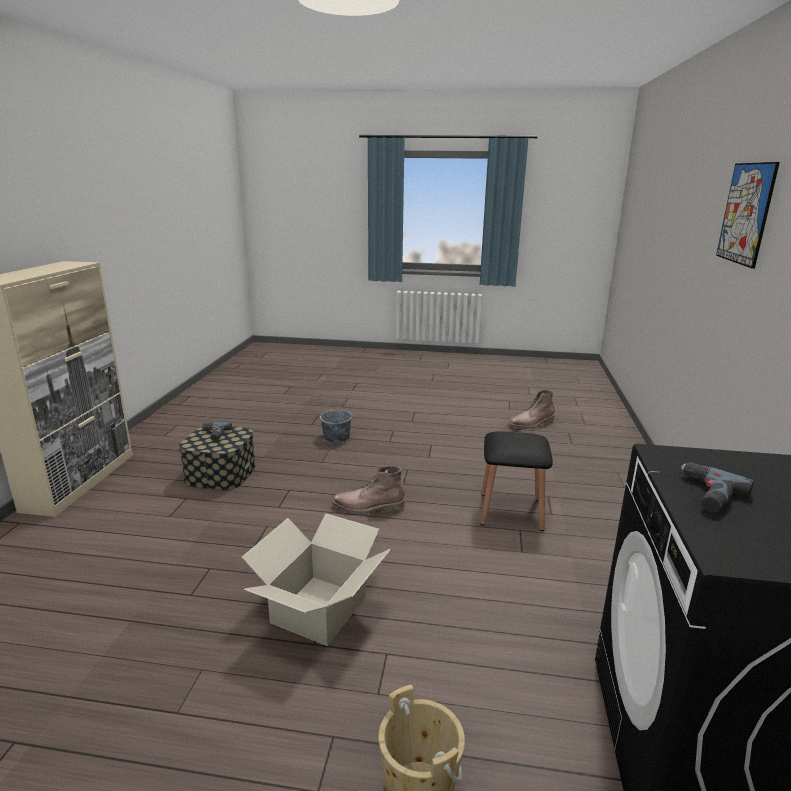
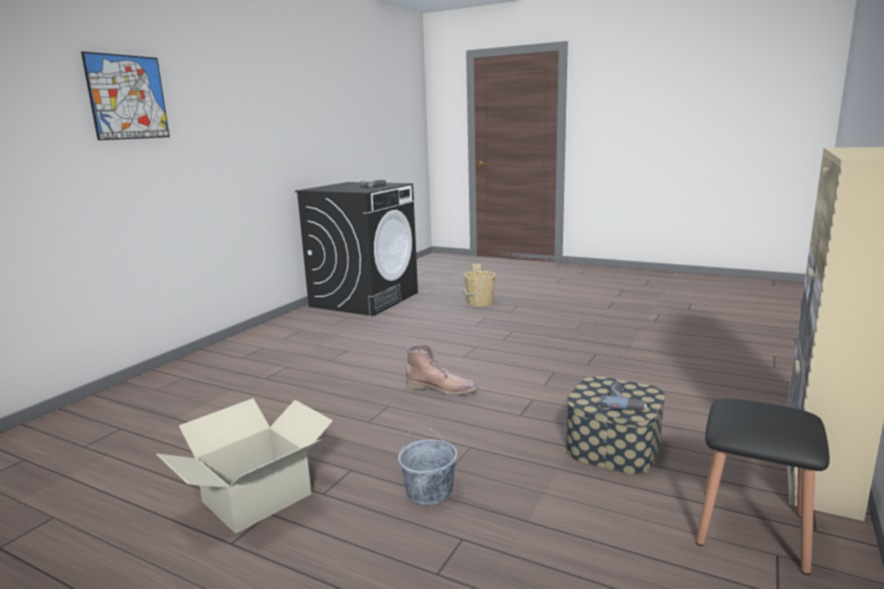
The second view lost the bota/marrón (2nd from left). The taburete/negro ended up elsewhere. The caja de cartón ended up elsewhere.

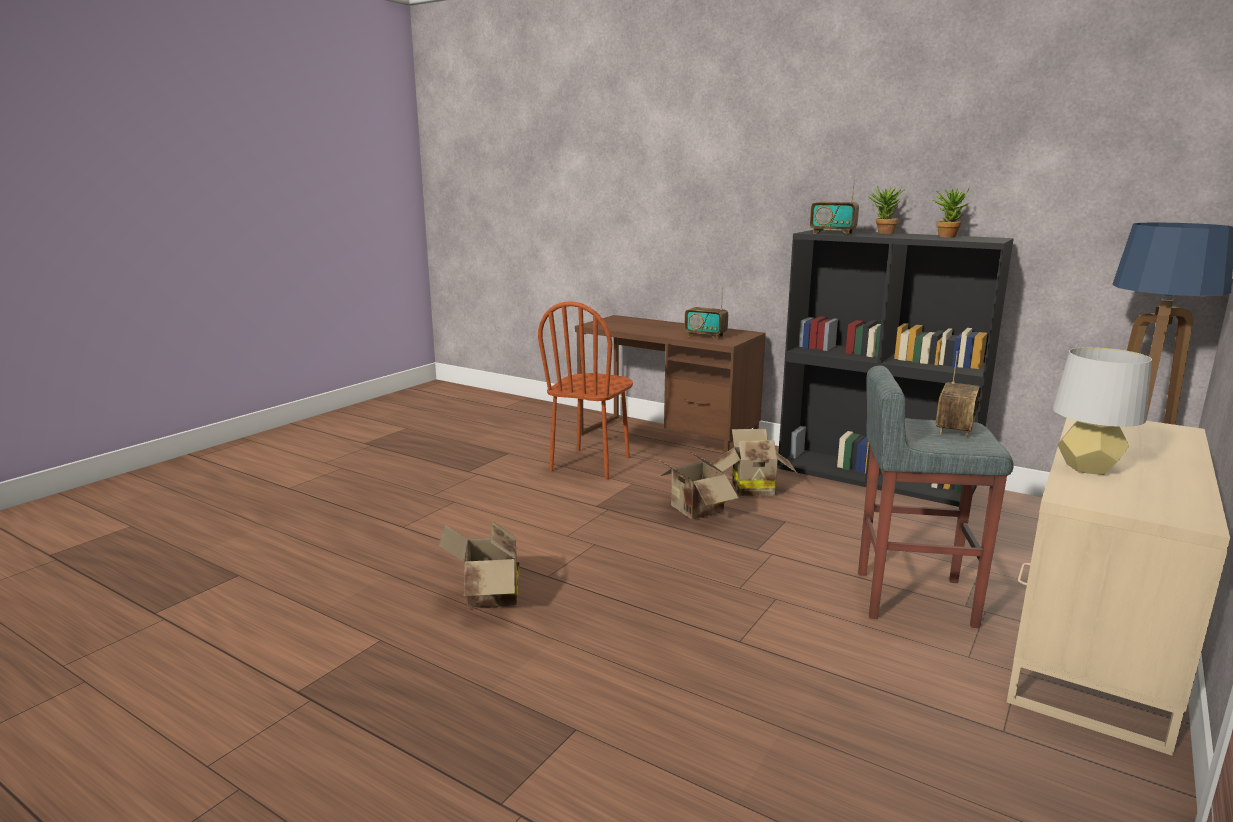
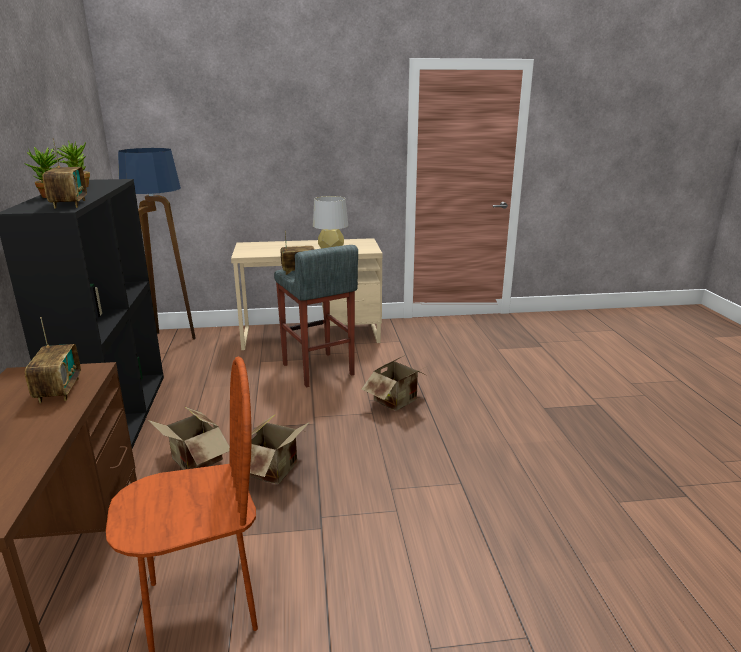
The caja de cartón (1st from left in the first image) ended up elsewhere.

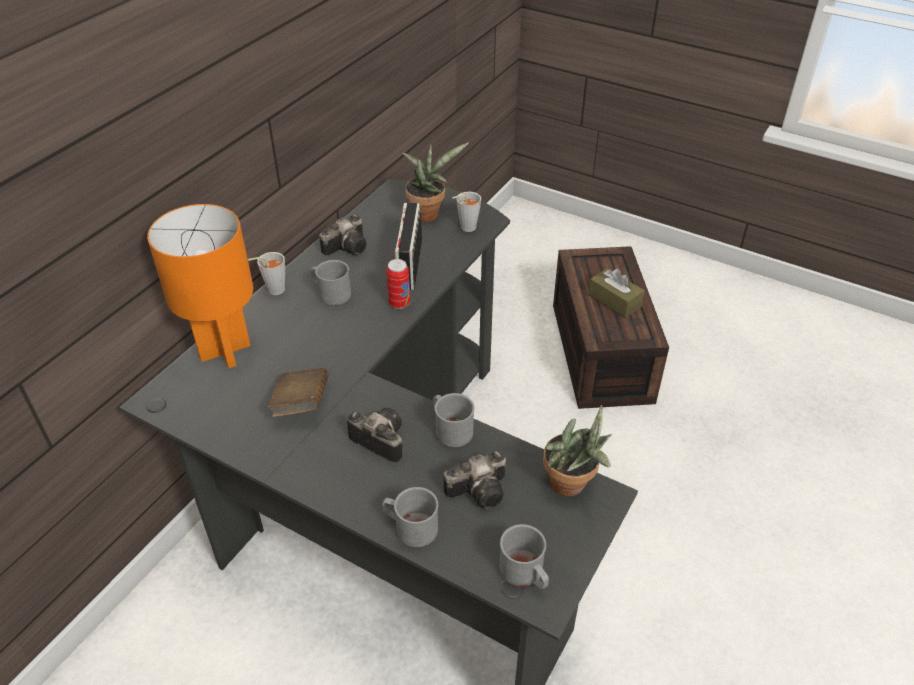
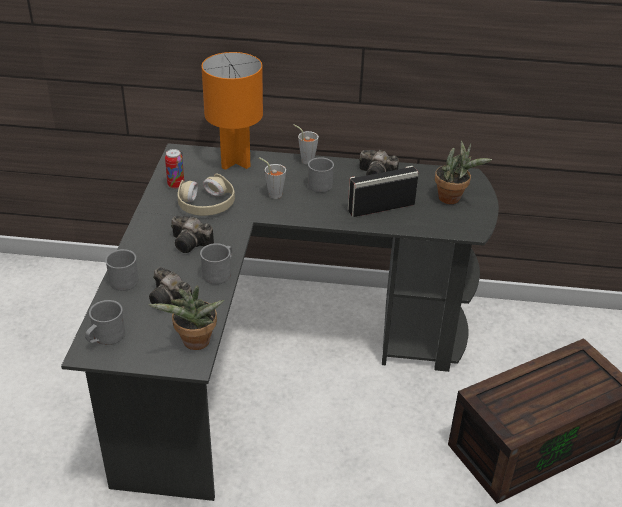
The taza/gris (2nd from left in the first image) ended up elsewhere. The lata ended up elsewhere. The second view lost the caja de pañuelos/marrón. Where the libro/marrón stood, the auriculares/beis came to stand. The cámara (2nd from left) ended up facing another way, 105 degrees clockwise from before.

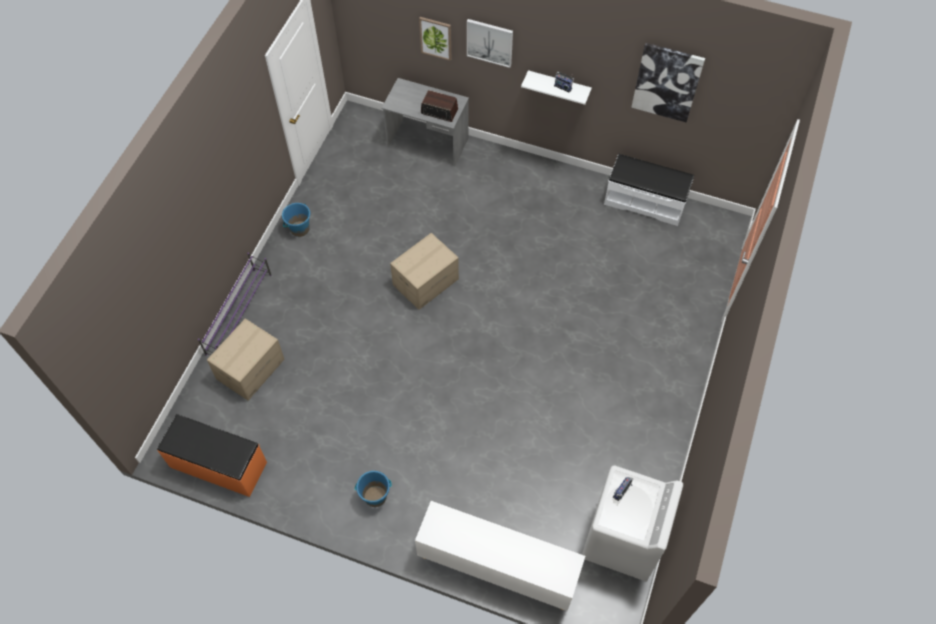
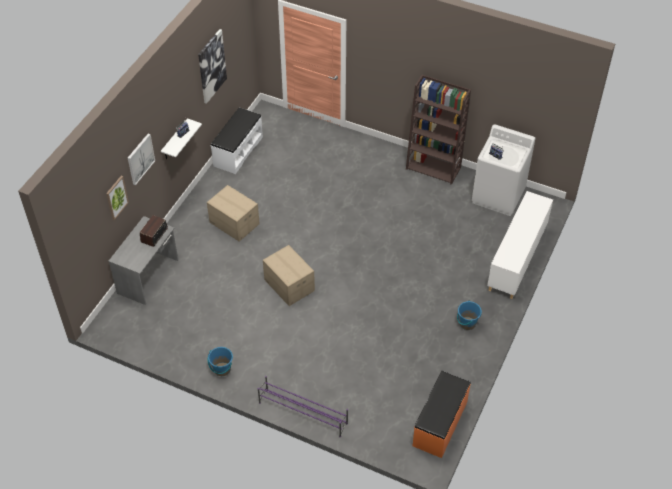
The caja de cartón (1st from left) ended up elsewhere. The second view gained the estantería/marrón.

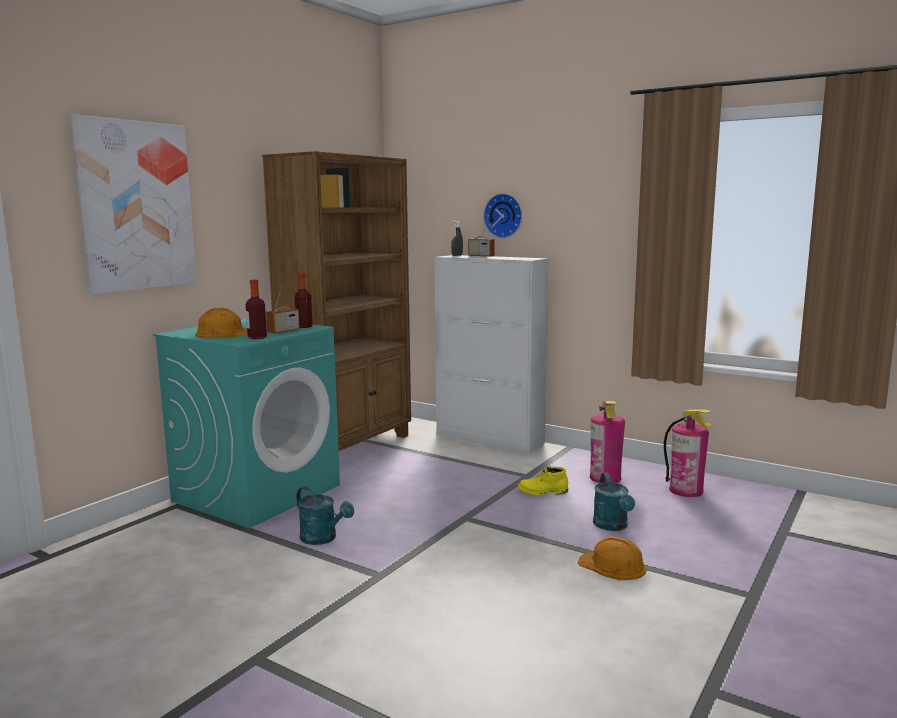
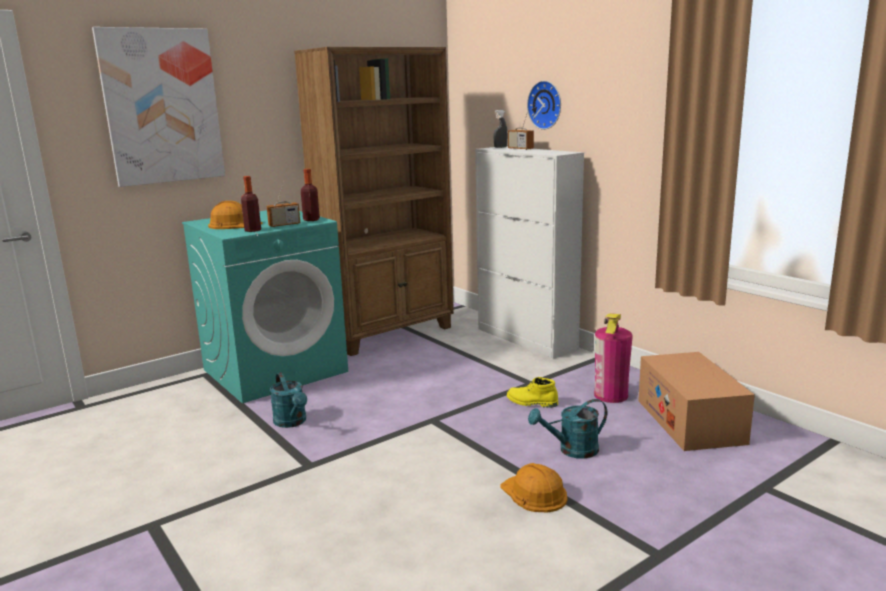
Where the extintor (2nd from left) stood, the caja de cartón came to stand. The regadera/turquesa (2nd from left) ended up facing another way, 60 degrees clockwise from before.

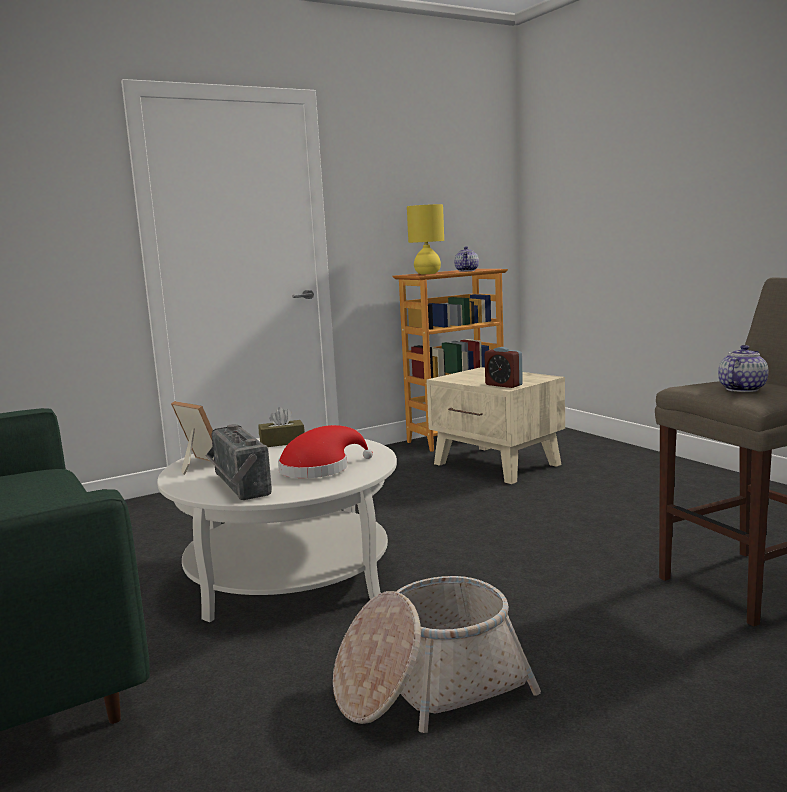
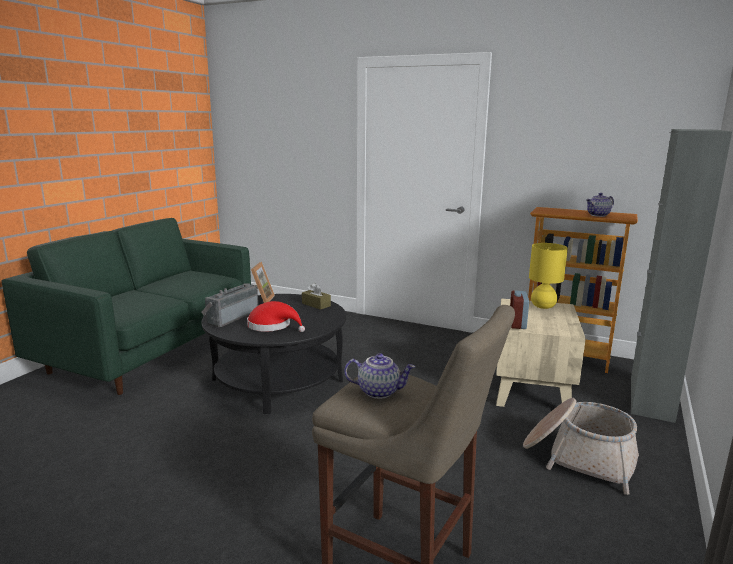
The lámpara de mesa/amarillo ended up elsewhere. What was the mesa de centro/blanco turned into the mesa de centro/negro. The cesta ended up elsewhere. The second view gained the armario/gris.

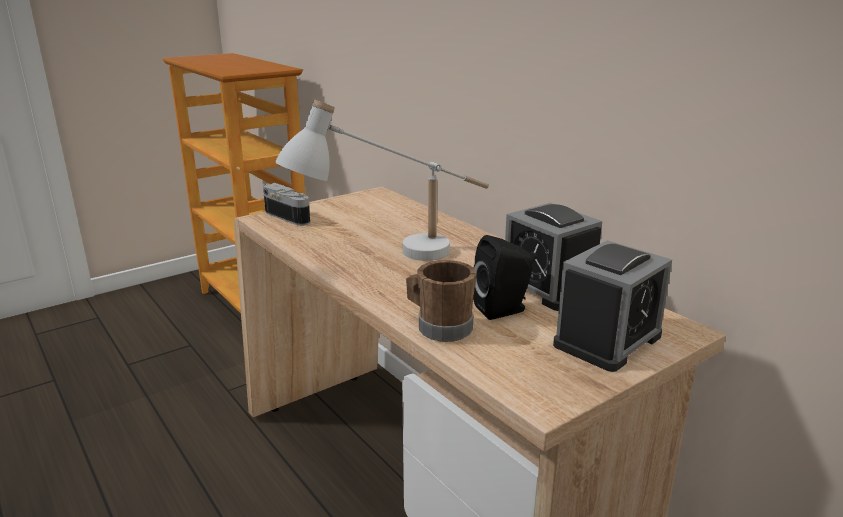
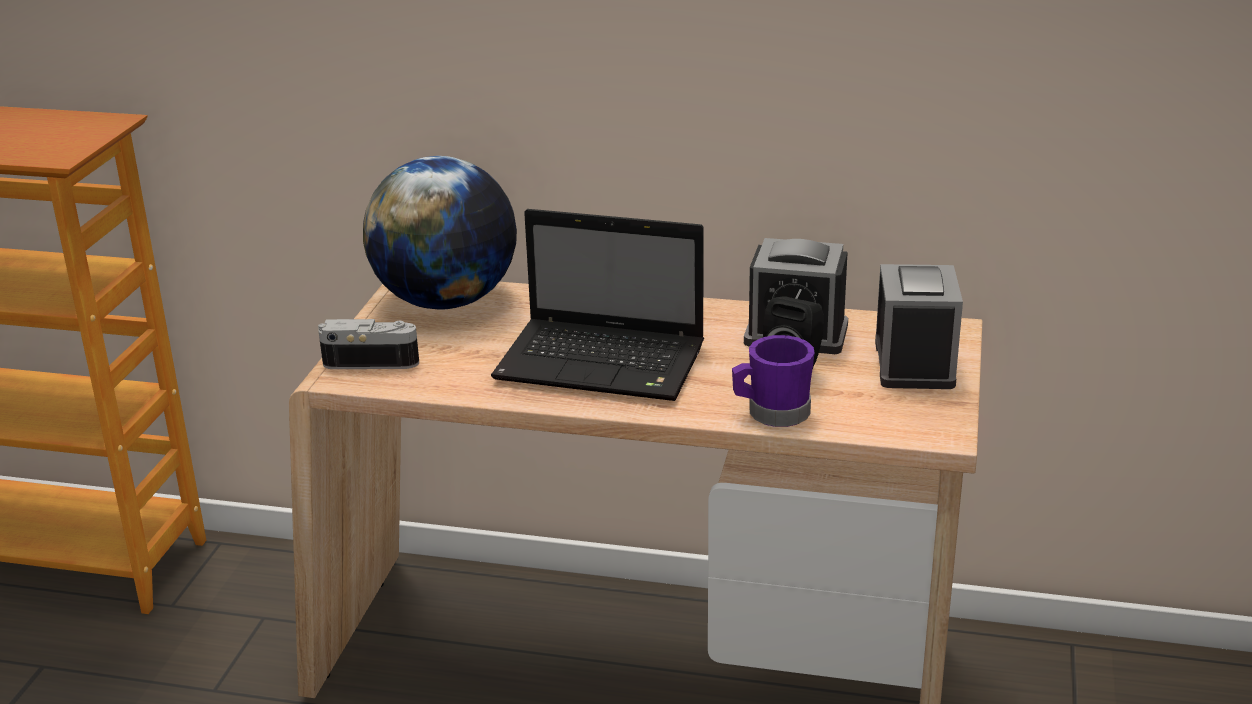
Where the lámpara de mesa/blanco stood, the portátil came to stand. What was the taza grande/marrón turned into the taza grande/morado. The second view gained the globo terráqueo.

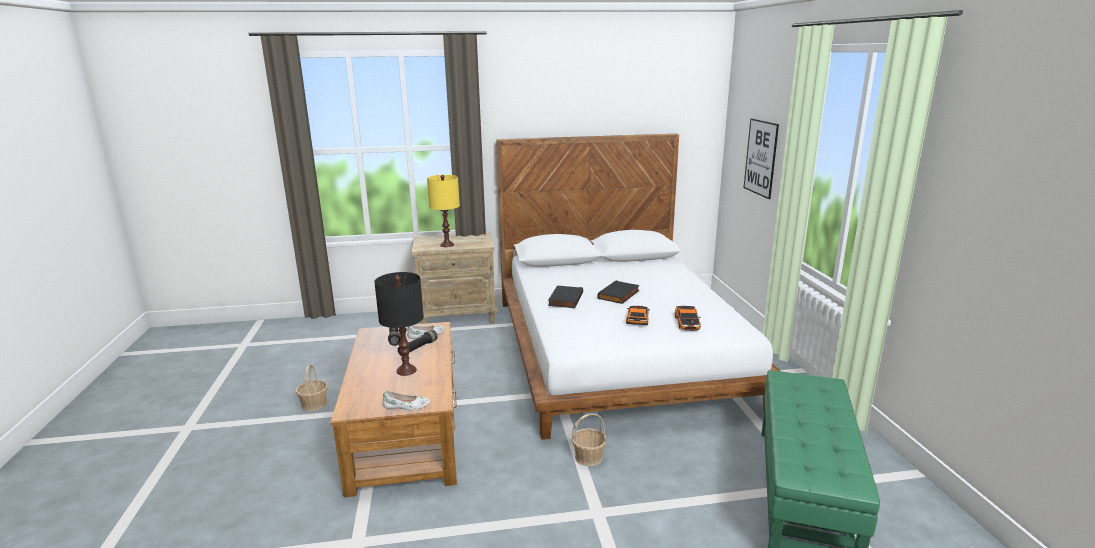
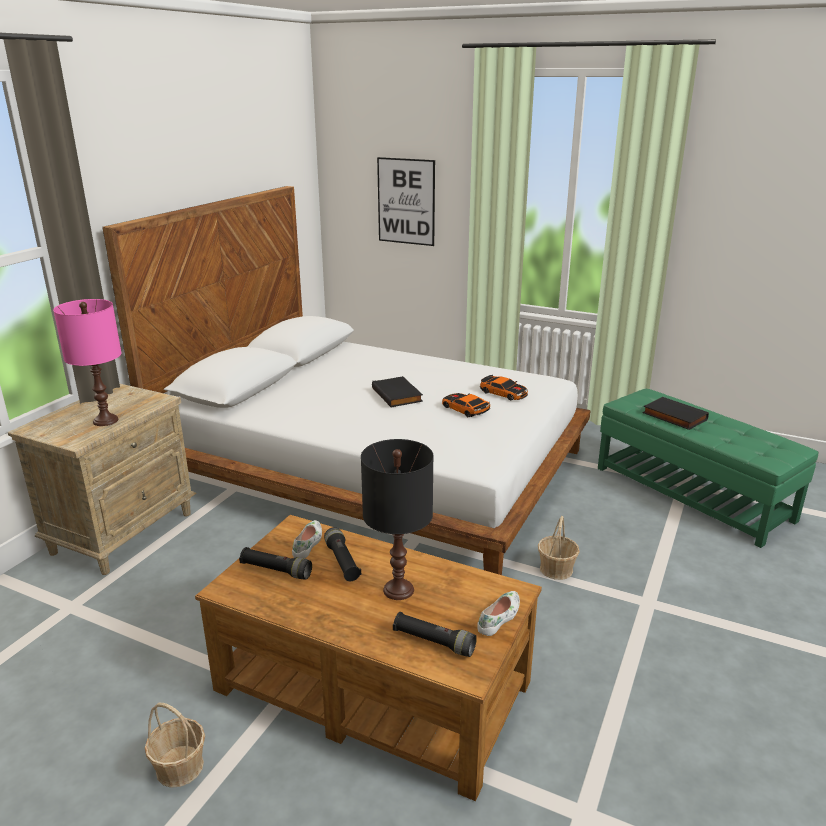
What was the lámpara de mesa/amarillo turned into the lámpara de mesa/rosa. The libro/negro (1st from left in the first image) ended up elsewhere. The second view gained the linterna/negro (3rd from left).

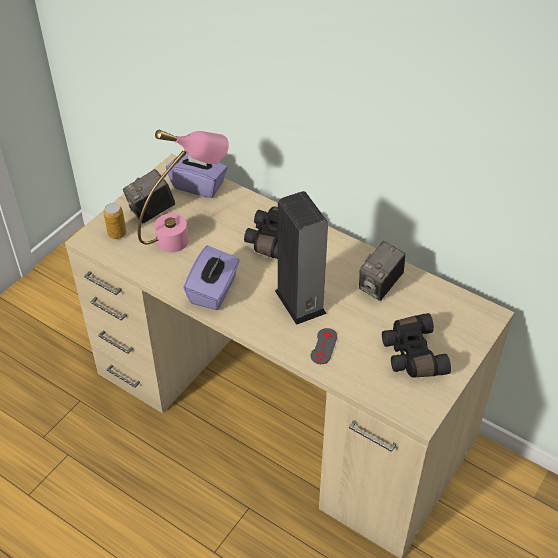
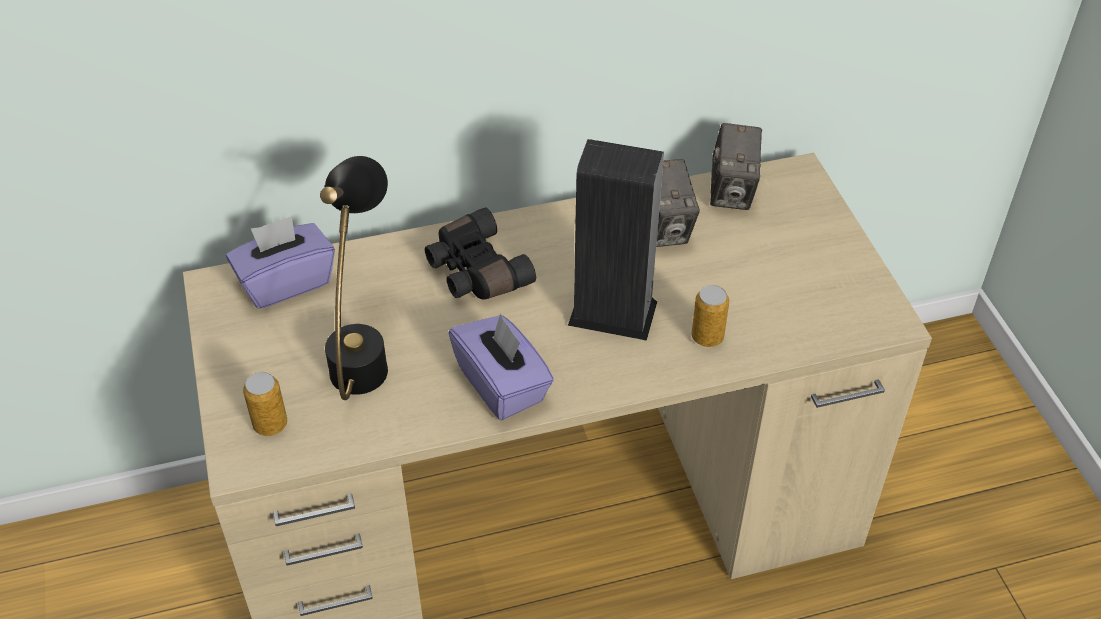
What was the lámpara de mesa/rosa turned into the lámpara de mesa/negro. The cámara (1st from left in the first image) ended up elsewhere. The second view lost the prismáticos/negro (2nd from left). Where the mando de consola/gris stood, the lata (2nd from left) came to stand.

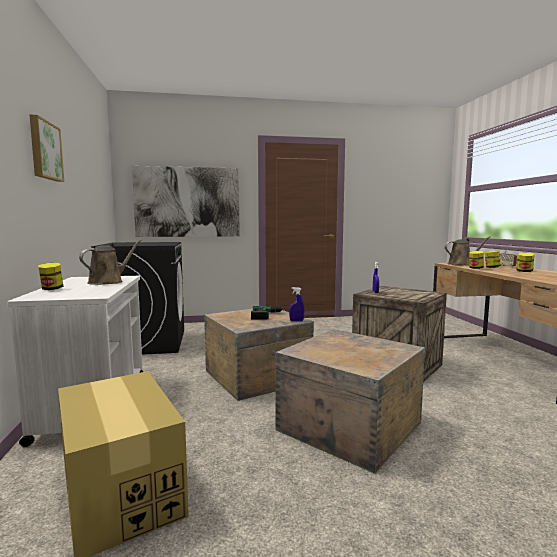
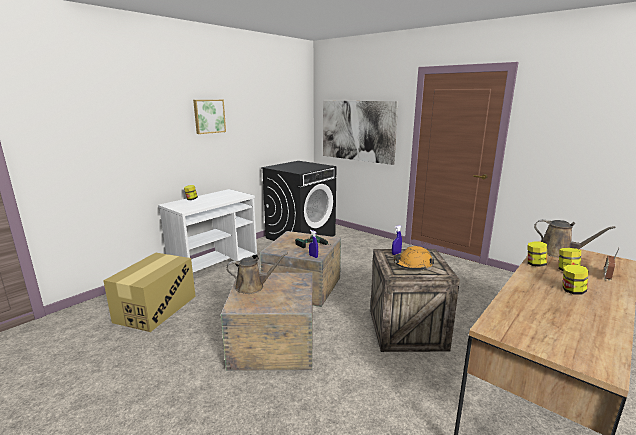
The regadera/marrón (1st from left) ended up elsewhere. The second view gained the casco/naranja.

